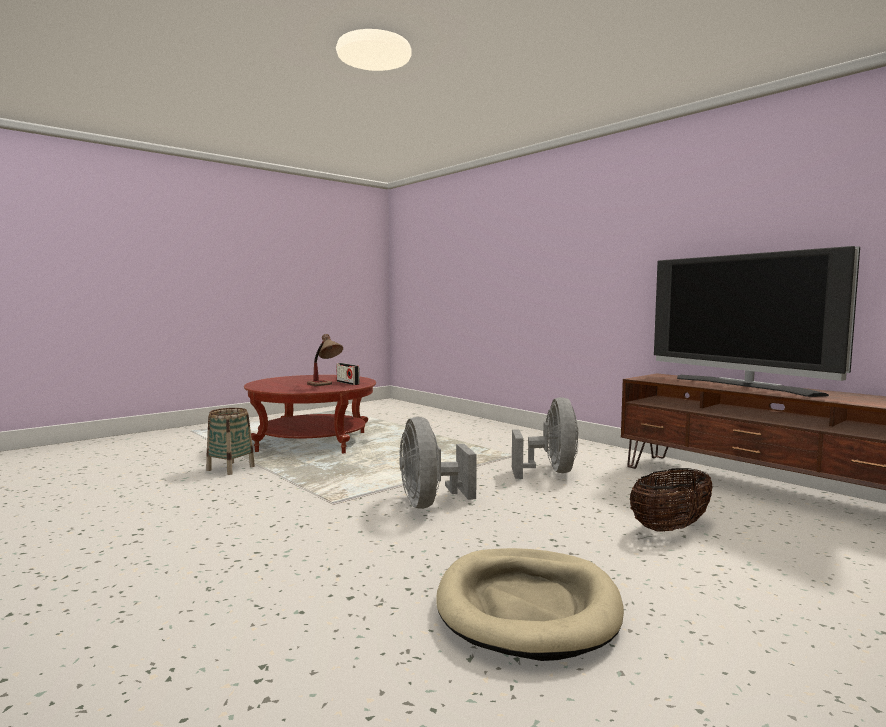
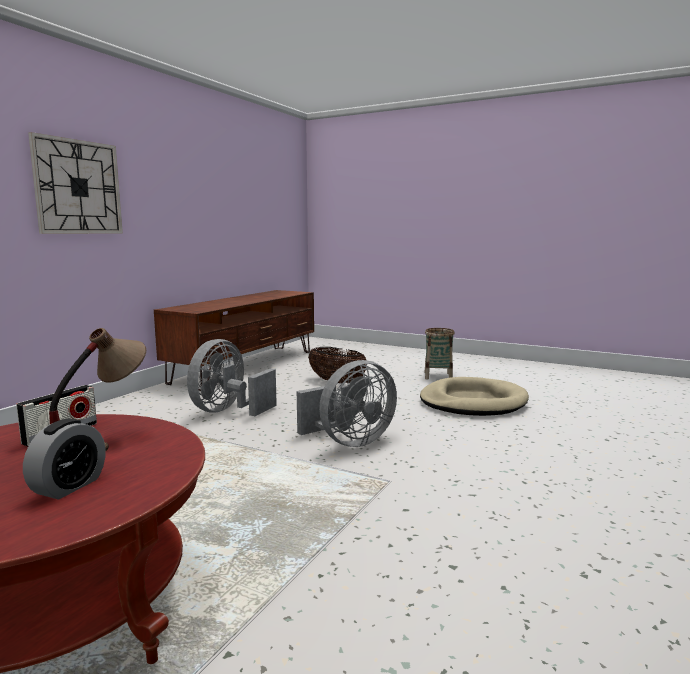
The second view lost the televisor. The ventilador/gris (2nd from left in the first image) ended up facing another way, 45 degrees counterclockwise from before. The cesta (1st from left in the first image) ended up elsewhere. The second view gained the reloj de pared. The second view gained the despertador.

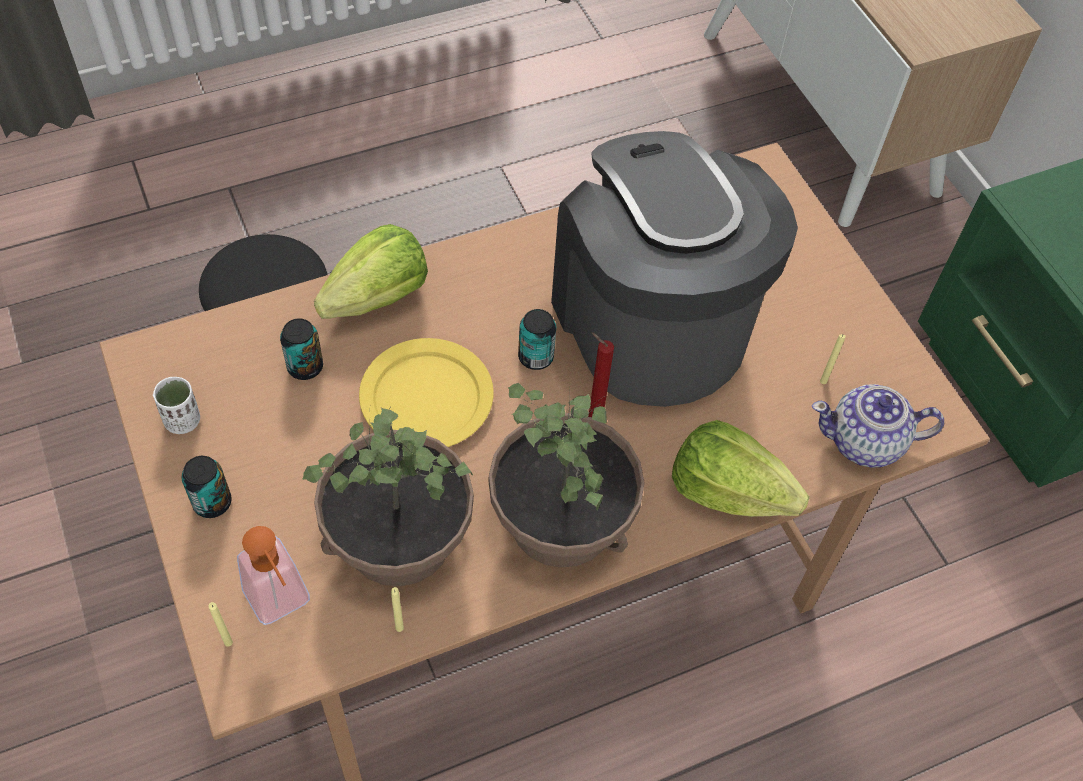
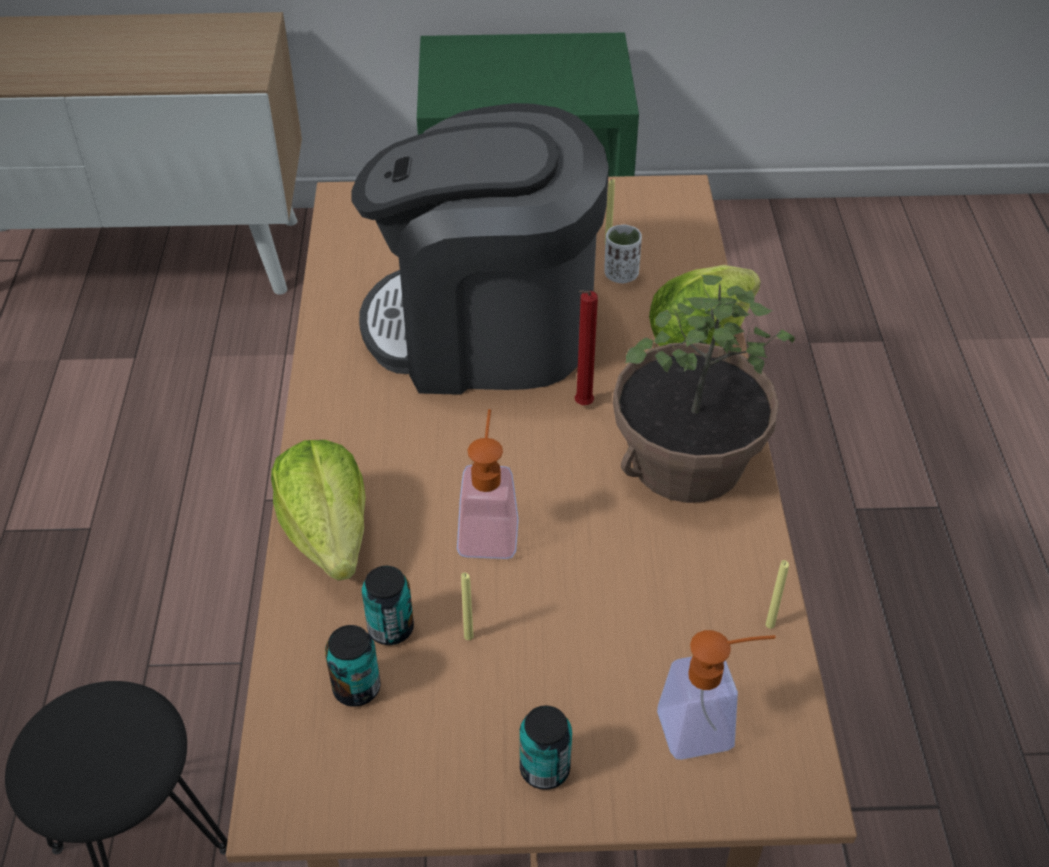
The lata (3rd from left in the first image) ended up elsewhere. Where the plato/amarillo stood, the dispensador de jabón (1st from left) came to stand. The taza/blanco ended up elsewhere. The second view lost the tetera. The second view lost the planta en maceta (1st from left). The vela/amarillo (1st from left) ended up elsewhere.

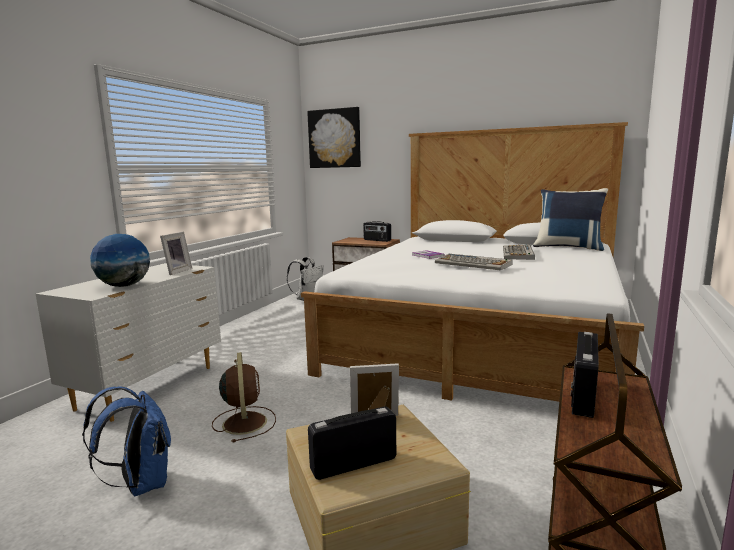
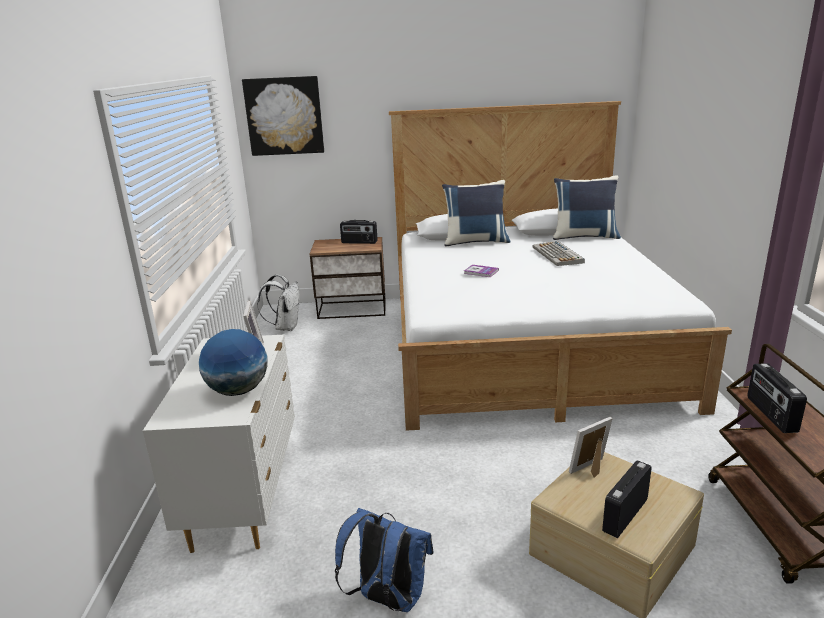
The second view lost the teclado (1st from left). The second view lost the ventilador/marrón. The second view gained the cojín/azul (1st from left).

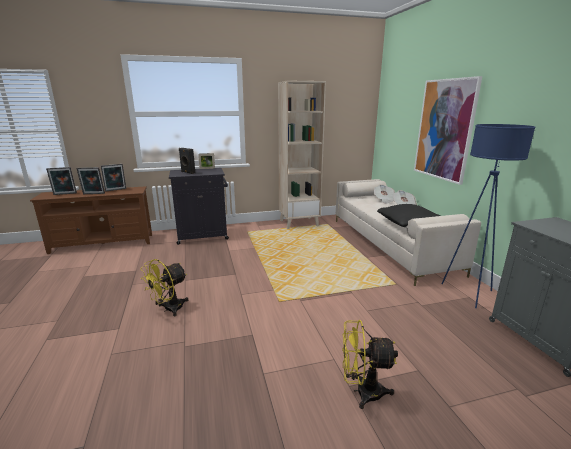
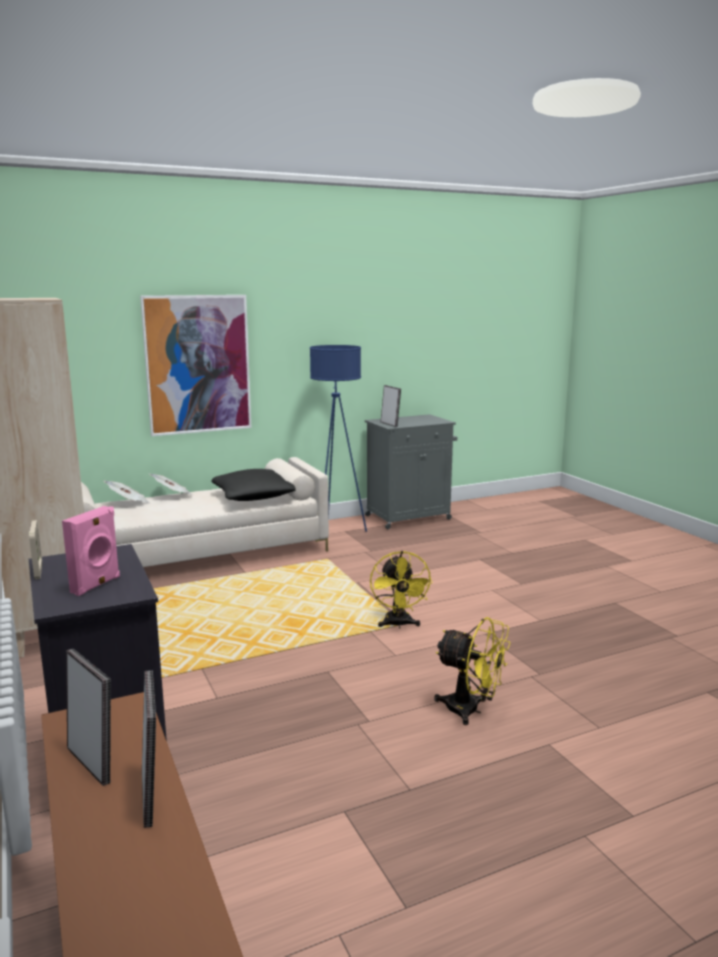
What was the altavoz/negro turned into the altavoz/rosa. The portarretratos (1st from left in the first image) ended up elsewhere. The ventilador/amarillo (2nd from left in the first image) ended up elsewhere.

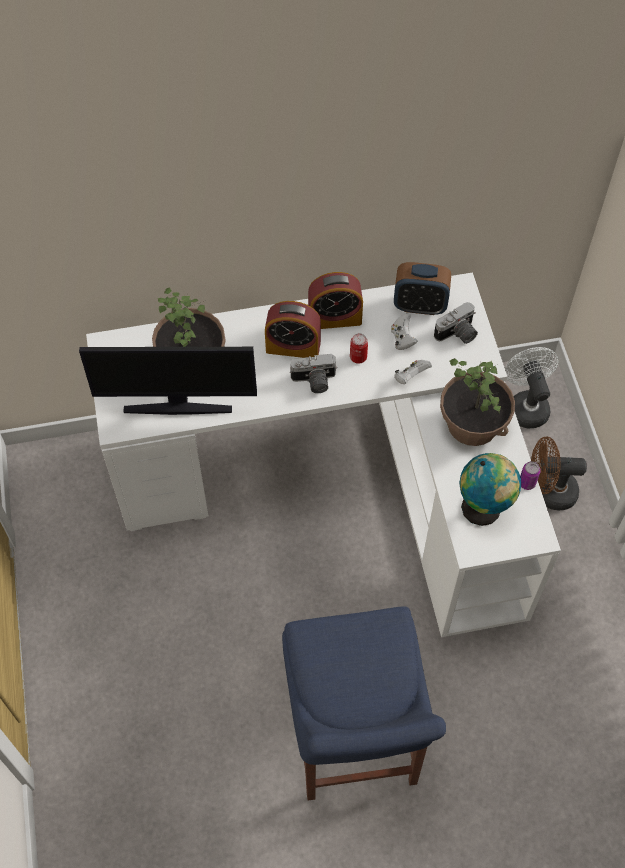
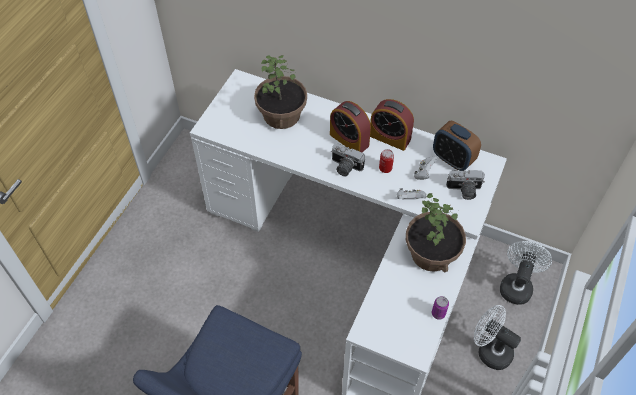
The second view lost the monitor. What was the ventilador/marrón turned into the ventilador/blanco (1st from left). The second view lost the globo terráqueo.

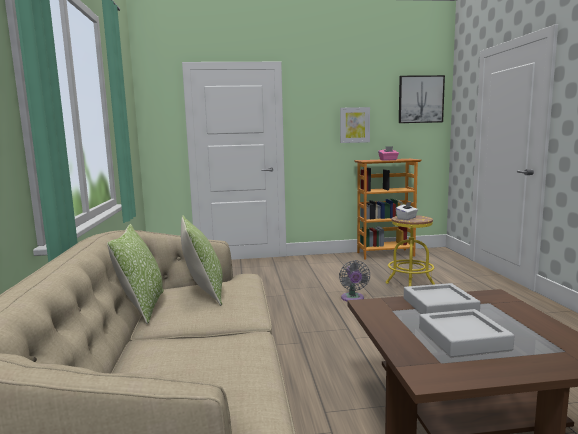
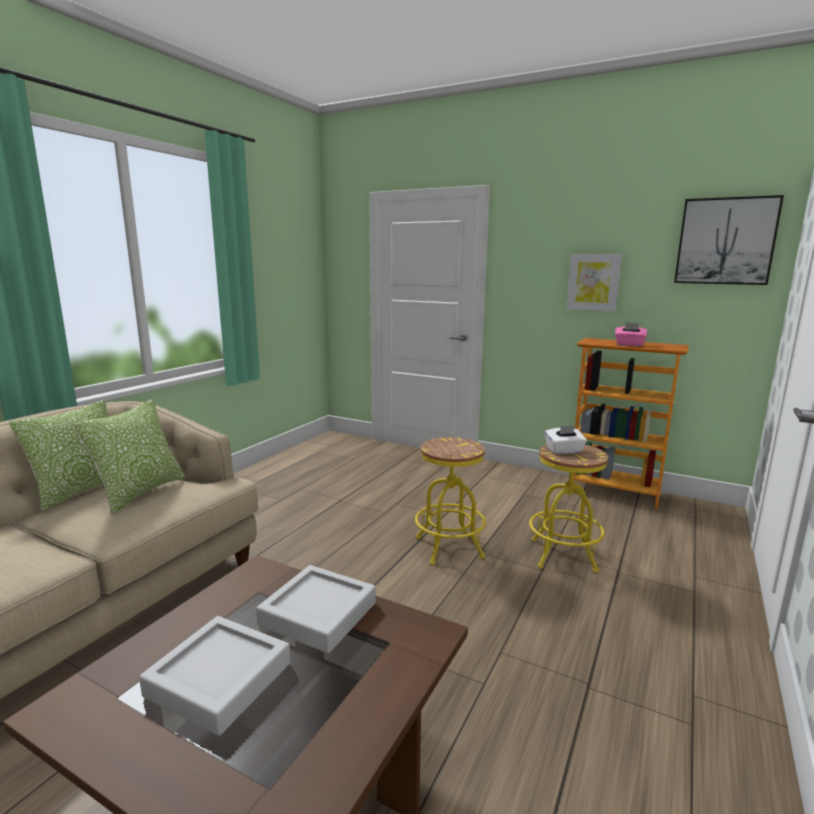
Where the ventilador/gris stood, the taburete/amarillo (1st from left) came to stand.

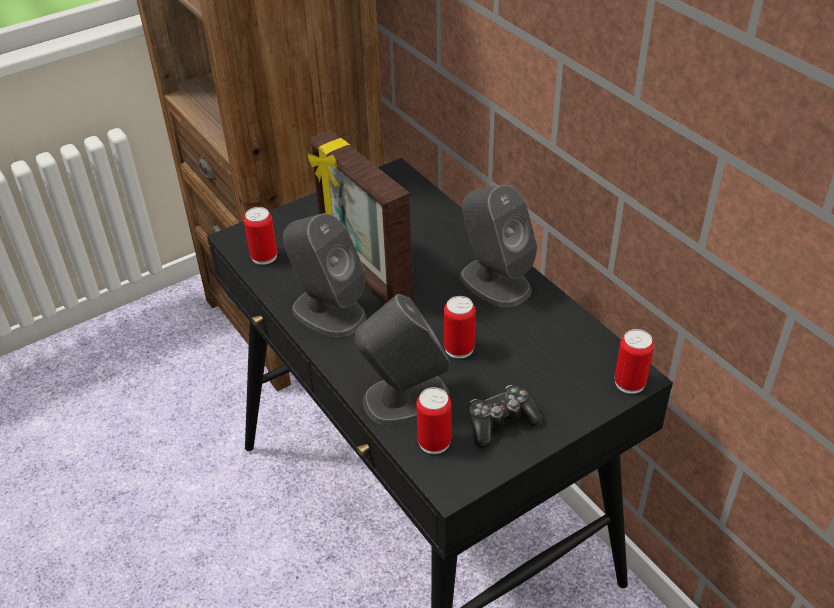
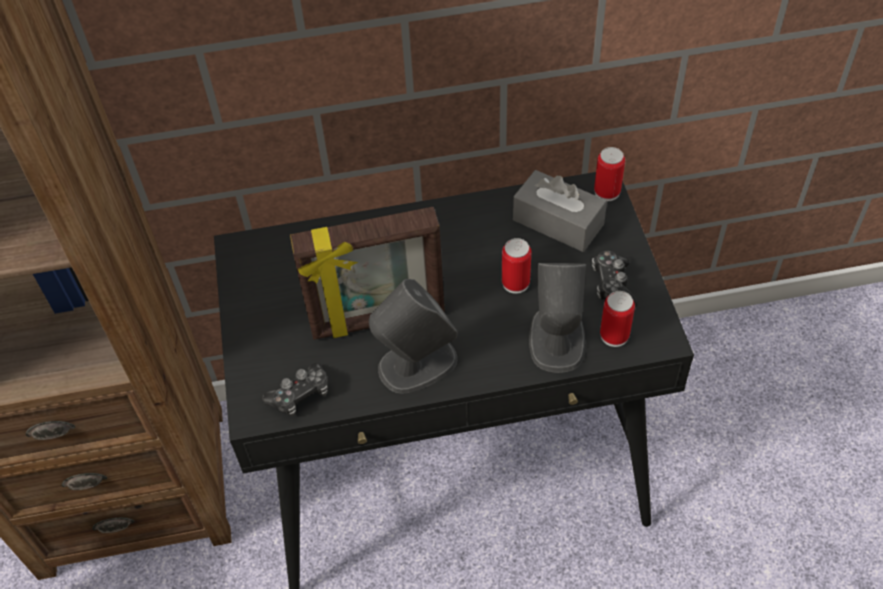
The second view lost the altavoz/gris (3rd from left). Where the lata (1st from left) stood, the mando de consola (1st from left) came to stand. The second view gained the caja de pañuelos/gris.

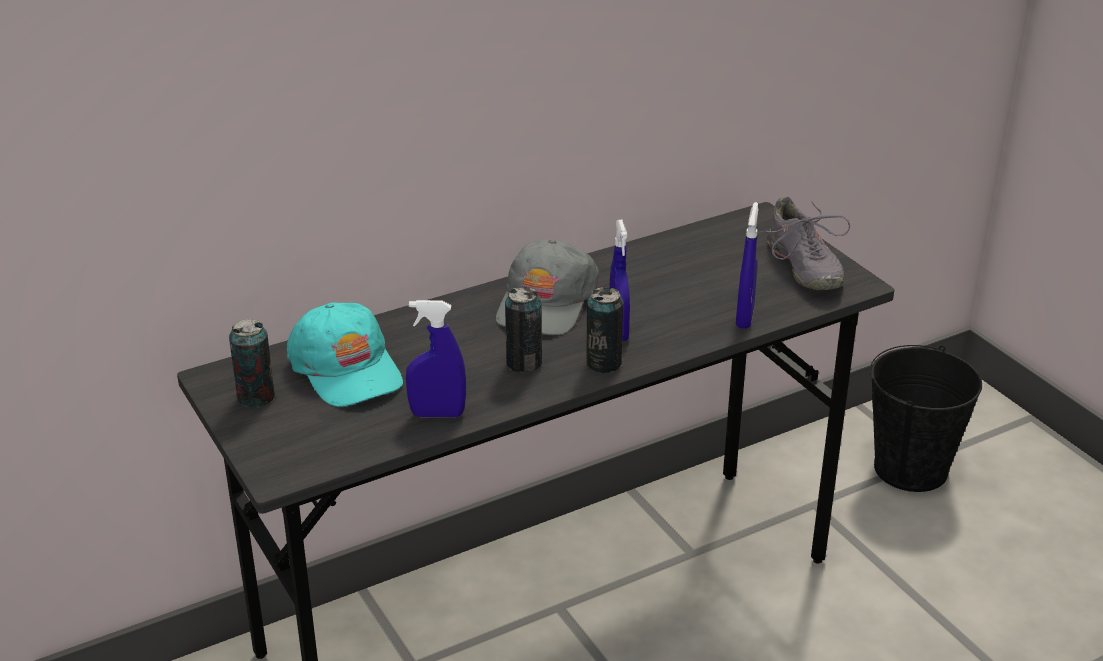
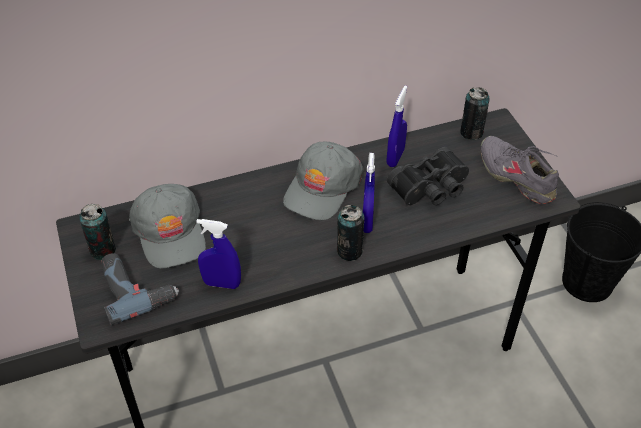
The zapato/gris ended up facing another way, 150 degrees clockwise from before. The pulverizador/azul (3rd from left) ended up elsewhere. The lata (2nd from left in the first image) ended up elsewhere. What was the gorra/turquesa turned into the gorra/gris (1st from left). The second view gained the prismáticos/negro. The second view gained the taladro.

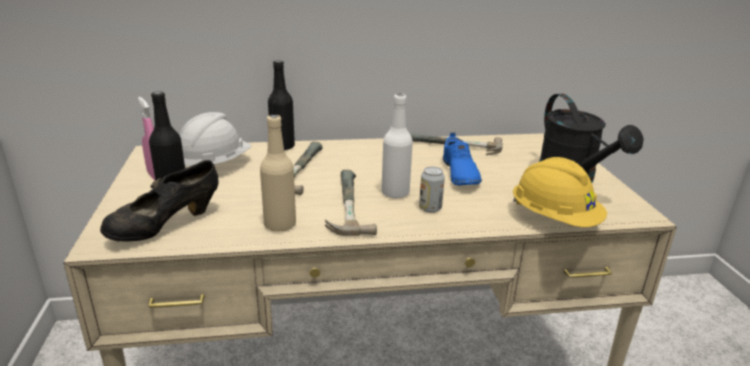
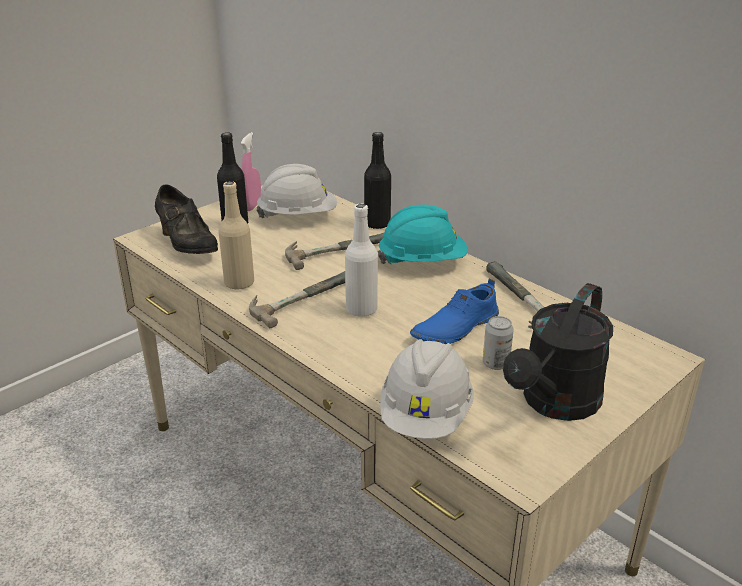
What was the casco/amarillo turned into the casco/blanco (2nd from left). The zapato/negro ended up facing another way, 135 degrees counterclockwise from before. The lata ended up elsewhere. The second view gained the casco/turquesa.

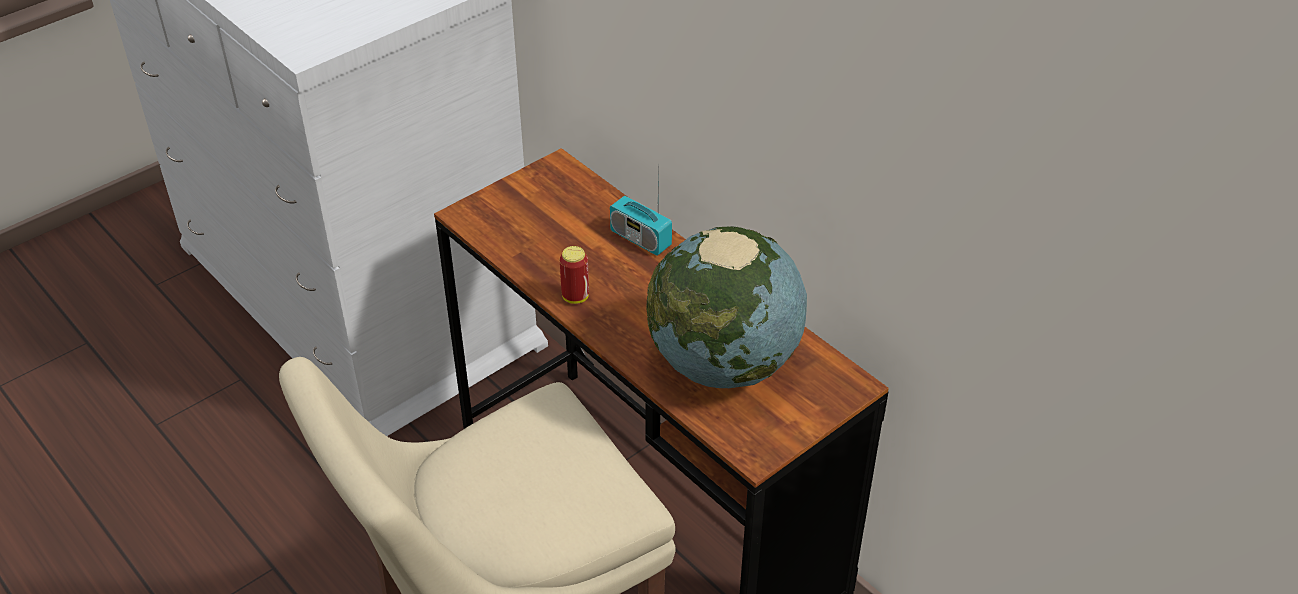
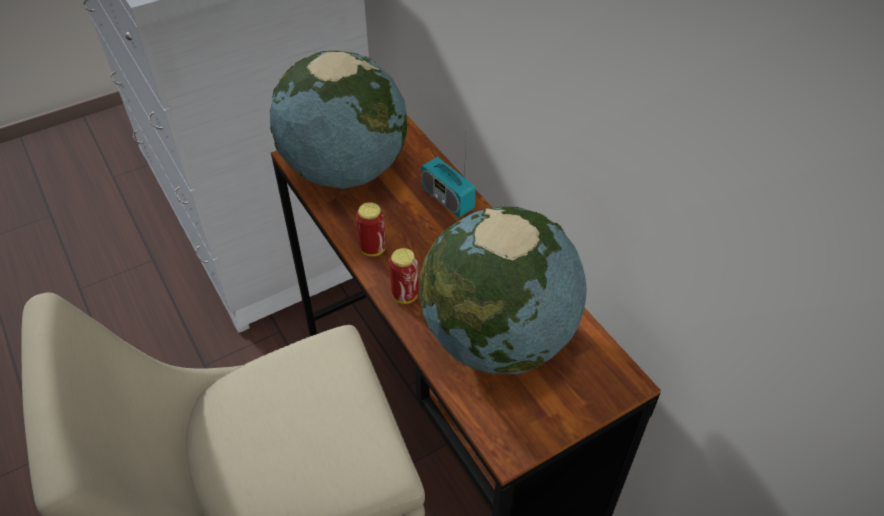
The second view gained the globo terráqueo (1st from left). The second view gained the lata (2nd from left).

